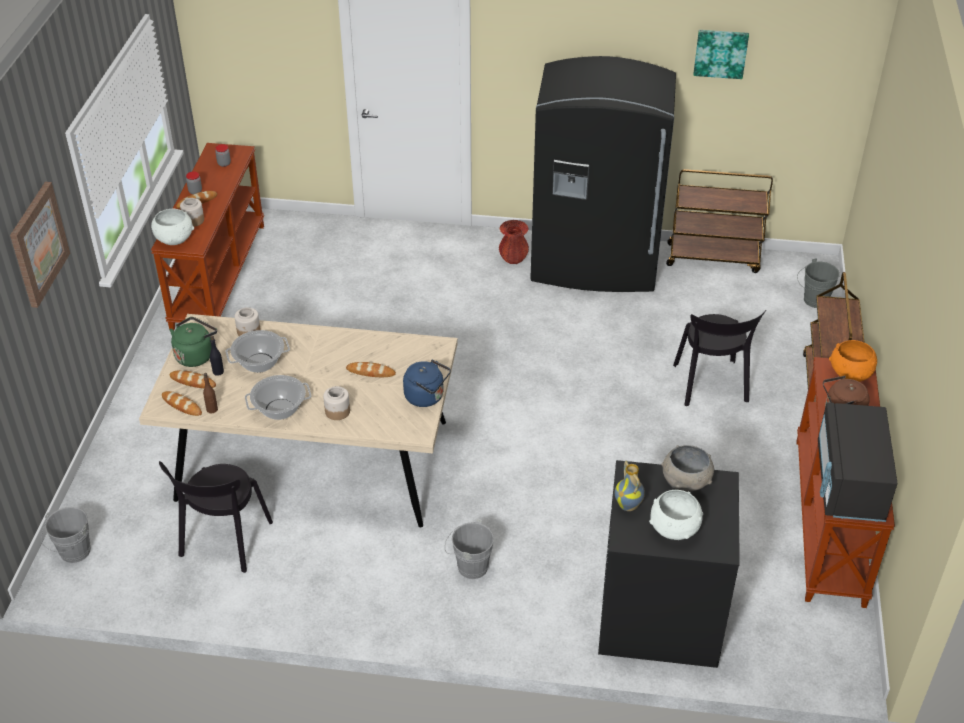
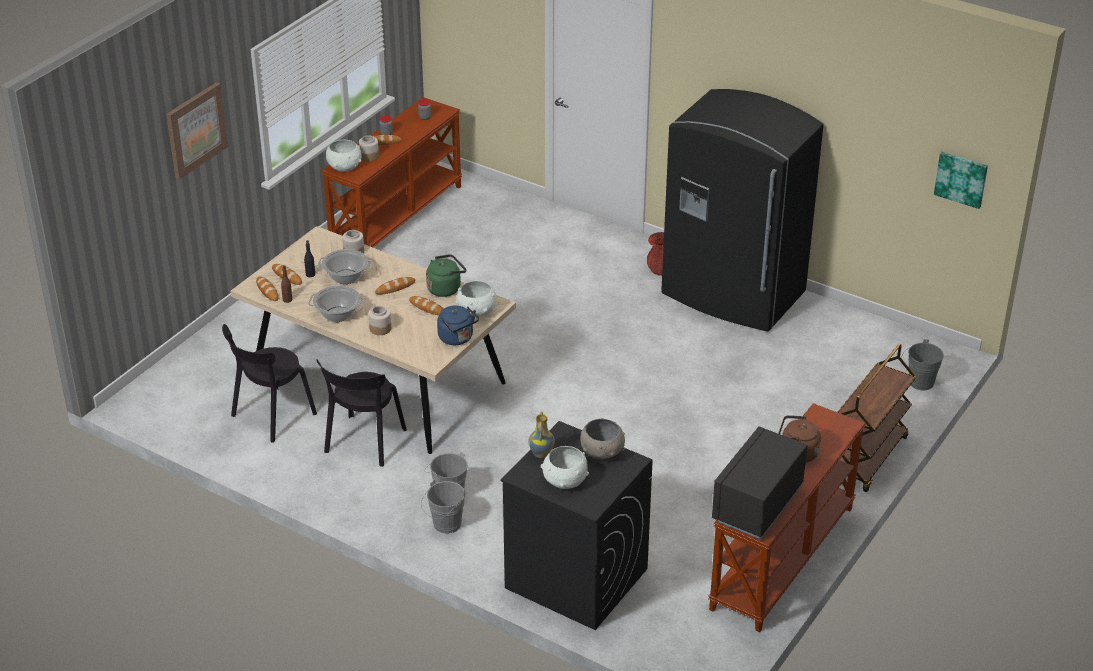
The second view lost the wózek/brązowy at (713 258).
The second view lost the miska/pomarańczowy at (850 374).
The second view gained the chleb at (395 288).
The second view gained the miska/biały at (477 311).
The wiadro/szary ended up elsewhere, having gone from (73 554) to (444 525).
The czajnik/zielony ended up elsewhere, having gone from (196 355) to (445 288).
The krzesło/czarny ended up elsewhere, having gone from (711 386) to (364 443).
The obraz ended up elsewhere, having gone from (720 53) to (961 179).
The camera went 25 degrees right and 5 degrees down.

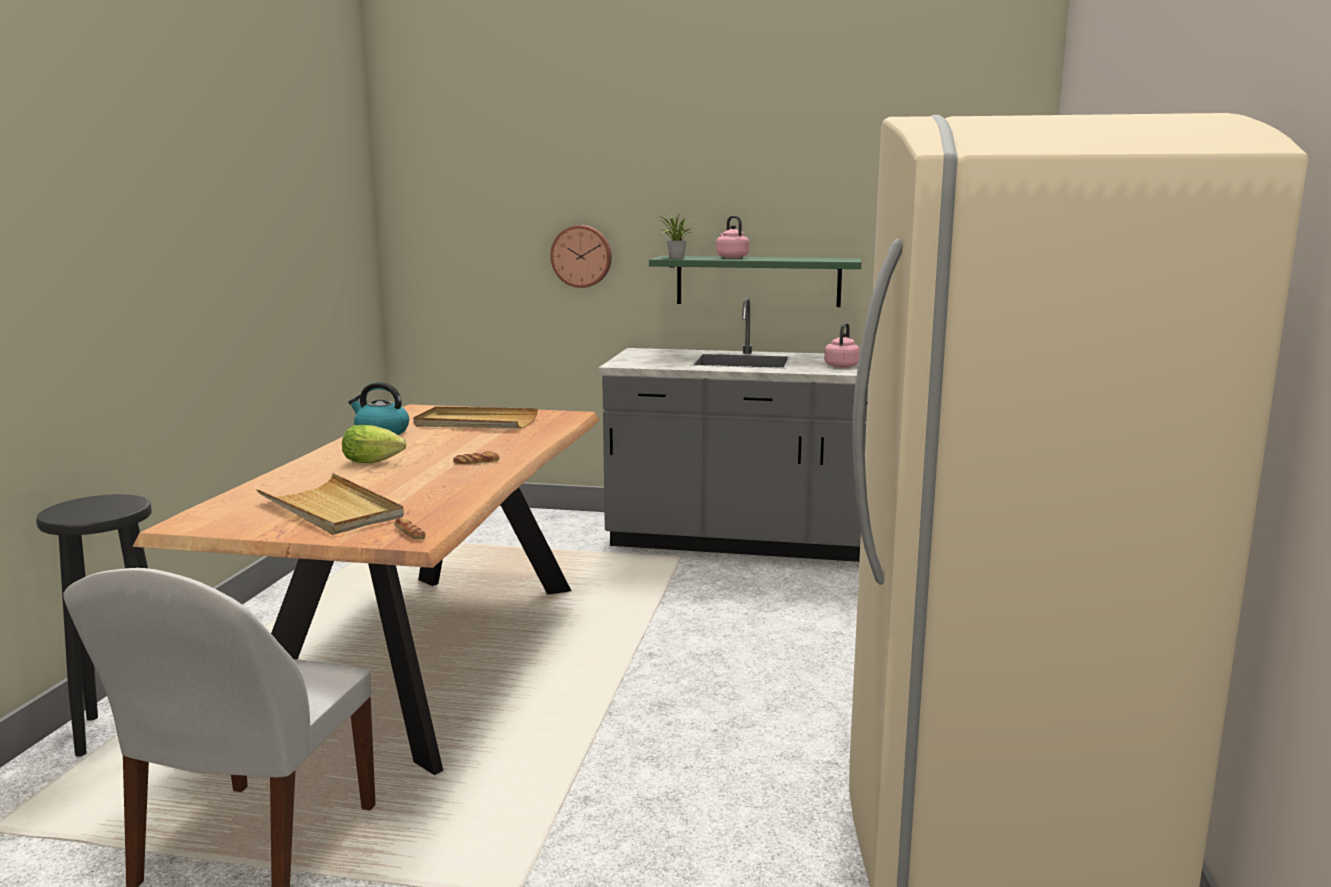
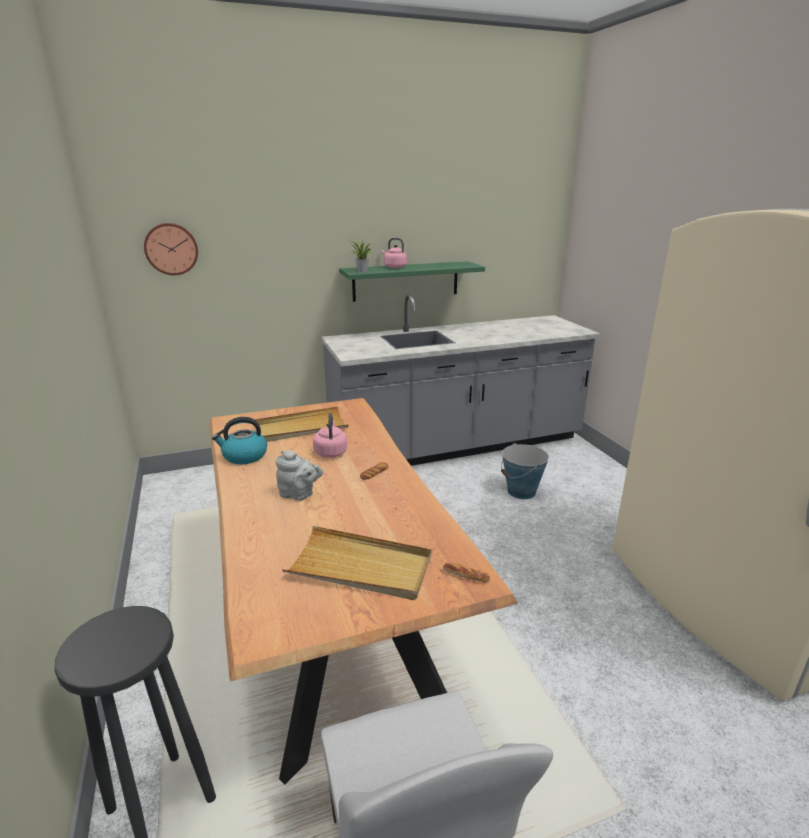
The second view gained the wiadro at (521 491).
The zegar ścienny ended up elsewhere, having gone from (582 256) to (171 249).
The czajnik/różowy ended up elsewhere, having gone from (842 366) to (331 452).
Where the sałata stood at (376 462), the imbryk/szary came to stand at (299 495).
The camera went 30 degrees left and 10 degrees up.

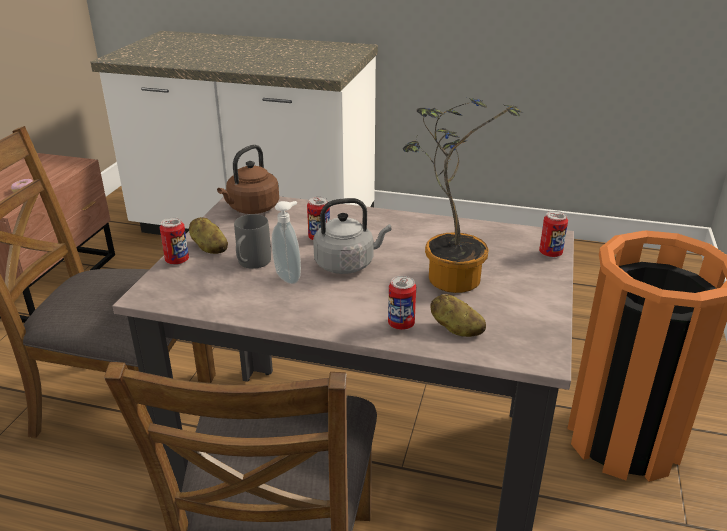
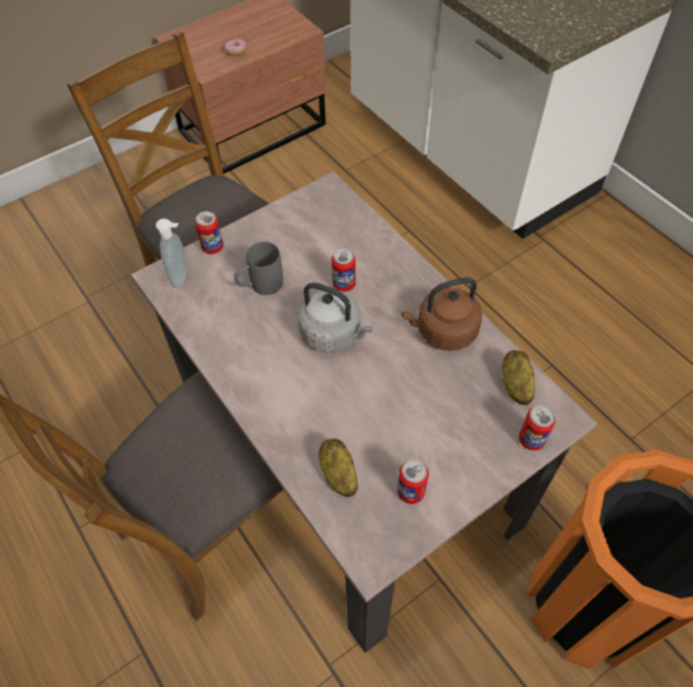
The second view lost the roślina doniczkowa at (448 275).
The ziemniak ended up elsewhere, having gone from (209 248) to (515 385).
The czajnik/brązowy ended up elsewhere, having gone from (251 209) to (443 332).
The dozownik mydła ended up elsewhere, having gone from (289 277) to (182 276).
The puszka ended up elsewhere, having gone from (401 324) to (411 492).
The camera went 40 degrees right and 25 degrees up.

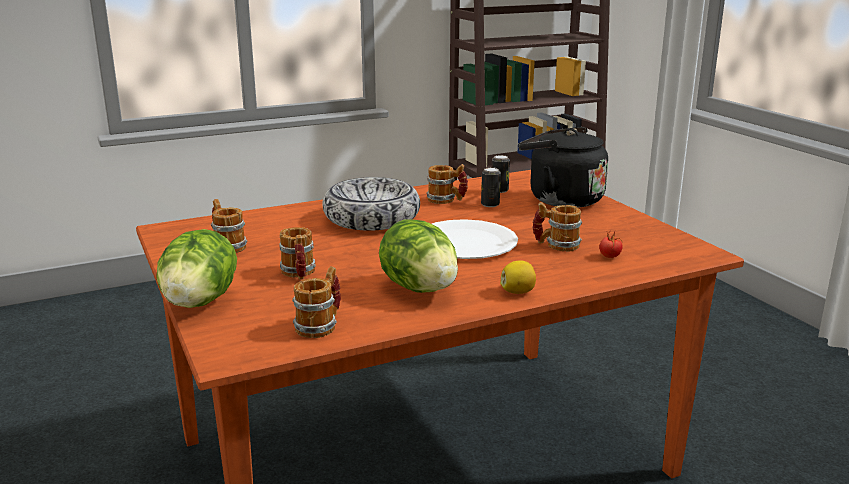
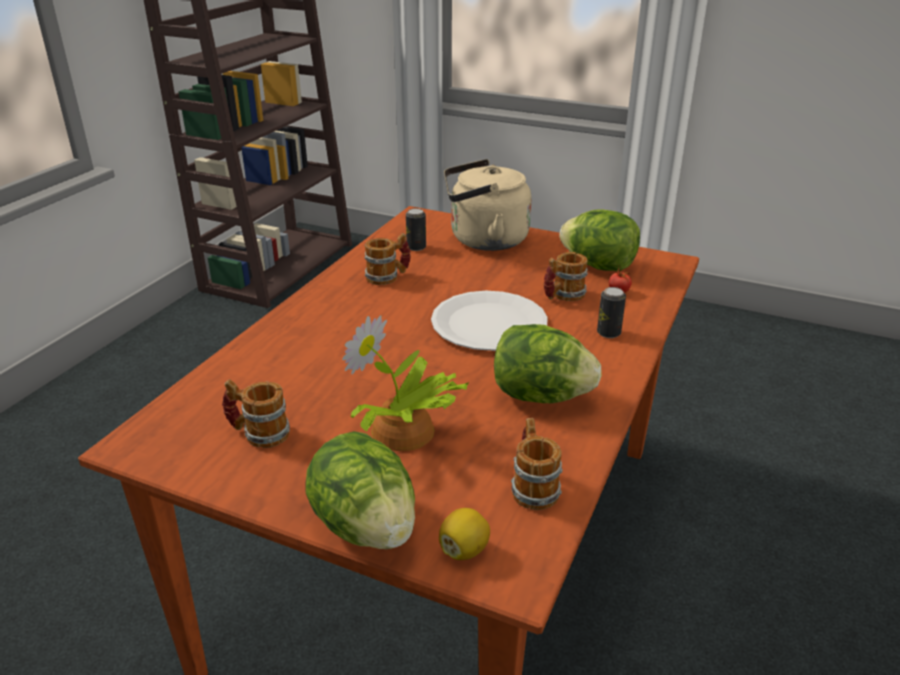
The second view lost the miska at (372 218).
The second view gained the sałata at (598 266).
The puszka ended up elsewhere, having gone from (490 204) to (608 333).
The cytryna ended up elsewhere, having gone from (518 292) to (464 549).
Where the kubek stood at (299 274), the roślina doniczkowa came to stand at (403 433).
What was the czajnik/czarny at (560 199) turned into the czajnik/beżowy at (484 240).
The camera went 40 degrees left and 10 degrees up.

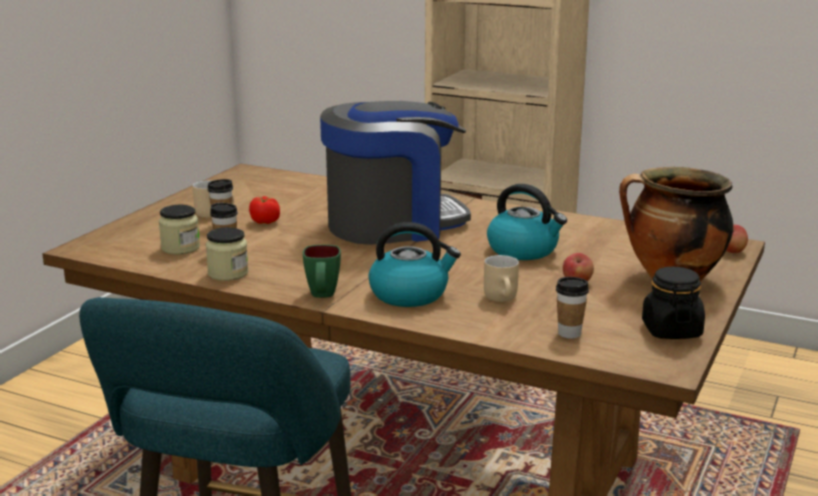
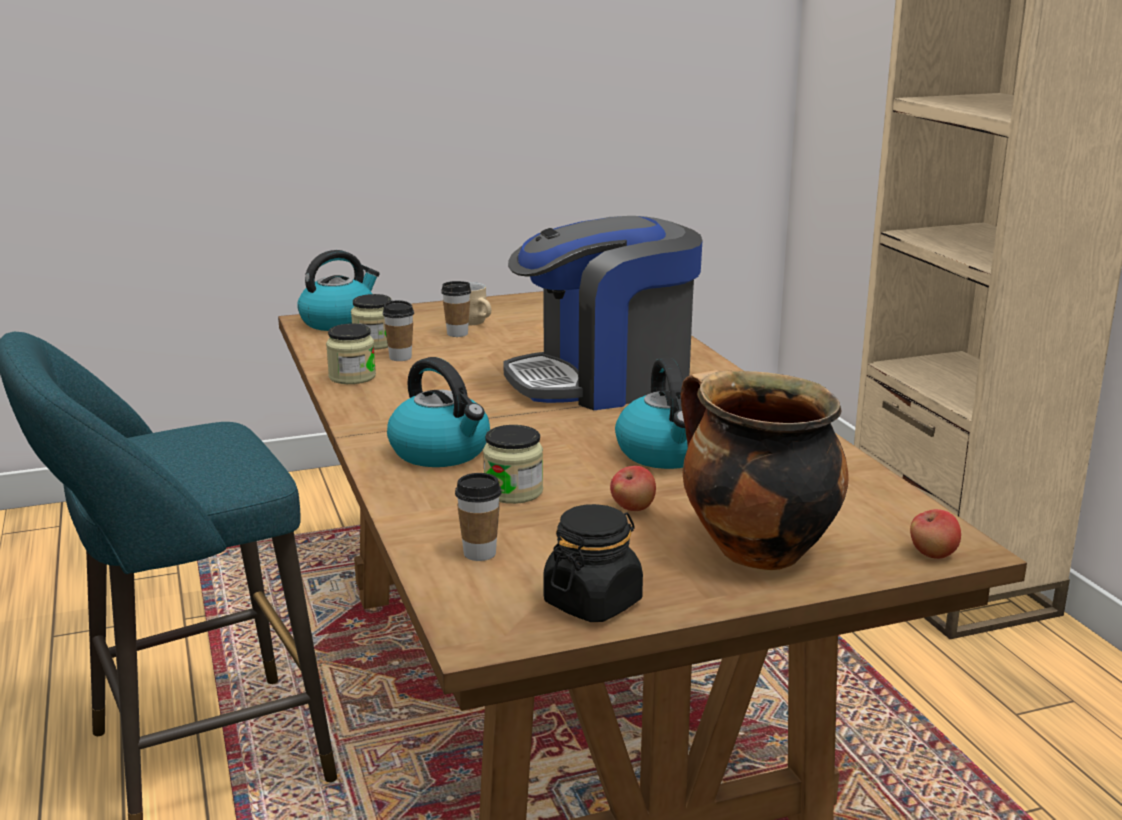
The second view lost the pomidor at (265 222).
The second view lost the kubek/zielony at (322 296).
The second view gained the czajnik at (339 321).
Where the kubek/beżowy stood at (504 298), the słoik came to stand at (513 492).
The ekspres do kawy at (393 224) ended up facing another way, 135 degrees clockwise from before.
The camera went 45 degrees right and 0 degrees up.

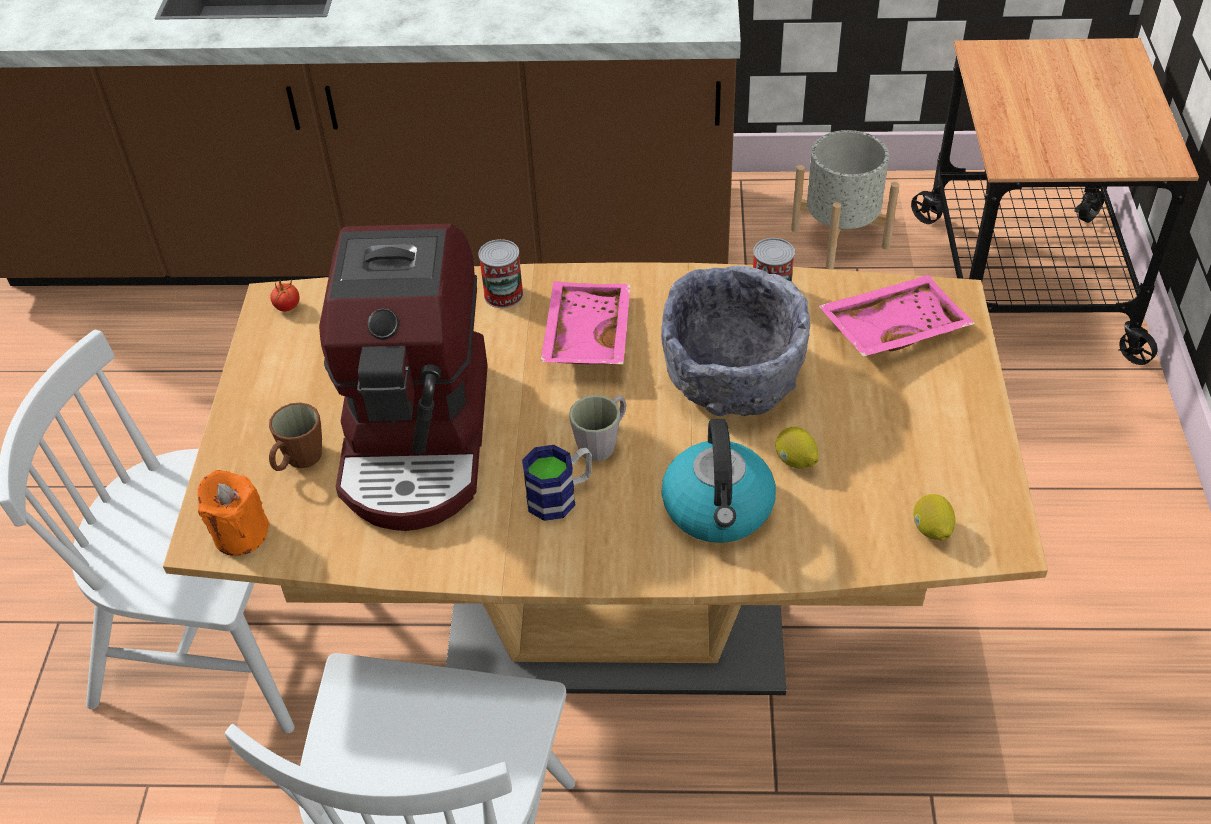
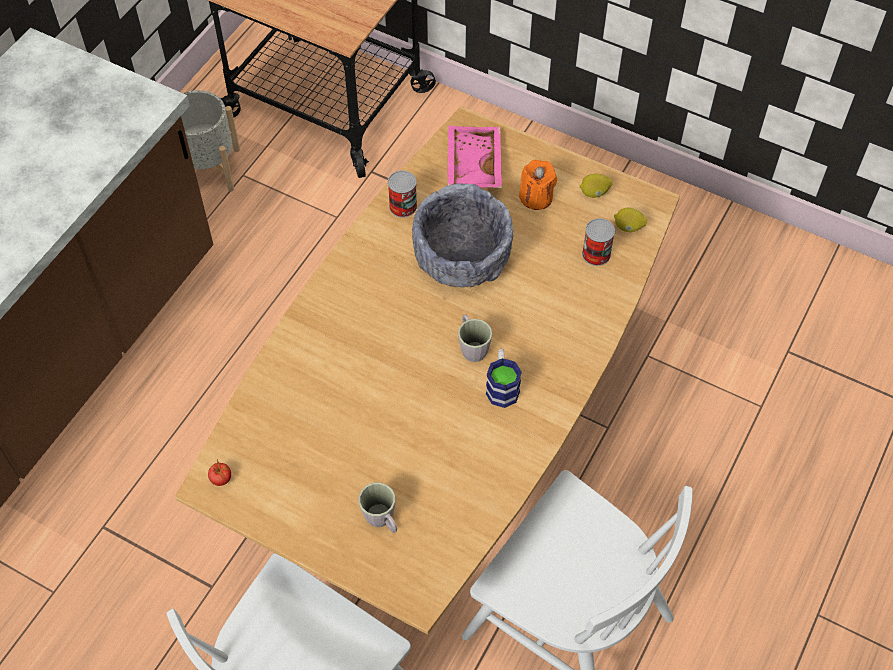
The second view lost the ekspres do kawy at (419 438).
The second view lost the taca/różowy at (585 336).
The second view lost the czajnik at (718 509).
The świeca/pomarańczowy ended up elsewhere, having gone from (240 534) to (536 197).
The puszka ended up elsewhere, having gone from (503 294) to (596 254).
The cytryna ended up elsewhere, having gone from (795 461) to (594 193).
What was the kubek/brązowy at (298 461) turned into the kubek/szary at (382 520).
The camera went 65 degrees left and 10 degrees up.

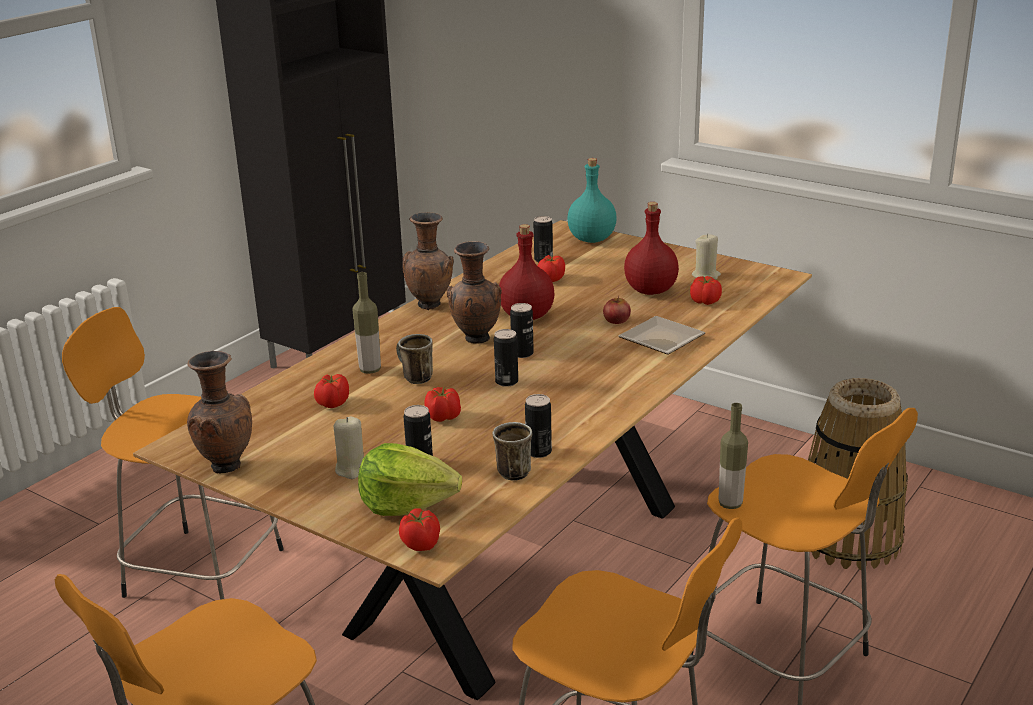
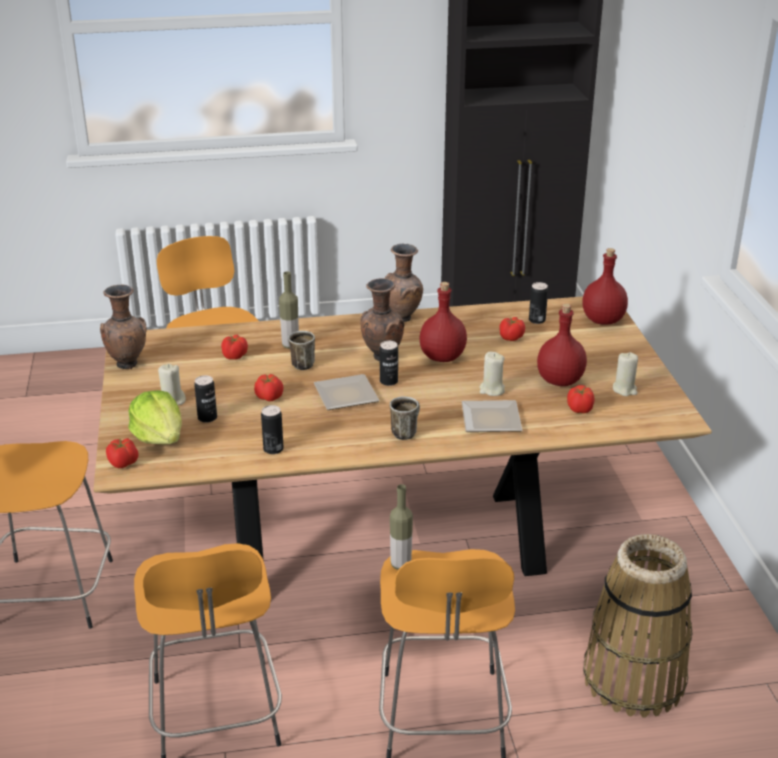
The kubek ended up elsewhere, having gone from (511 470) to (405 432).
Where the puszka stood at (506 381), the talerz came to stand at (343 395).
Where the jabłko stood at (616 320), the świeca/beżowy came to stand at (492 390).
What was the butelka/turkusowy at (592 239) turned into the butelka/czerwony at (602 320).
The camera went 45 degrees right and 5 degrees up.

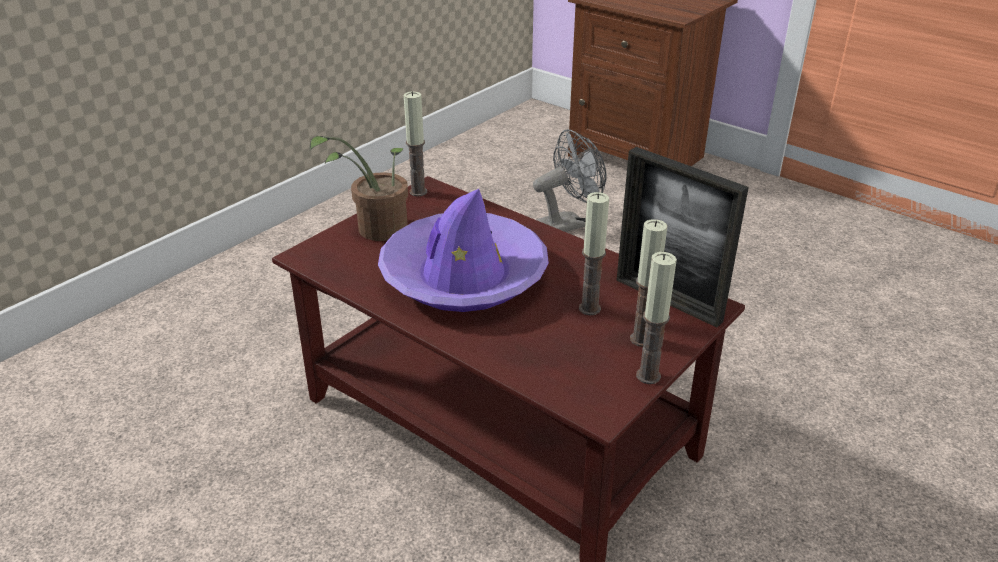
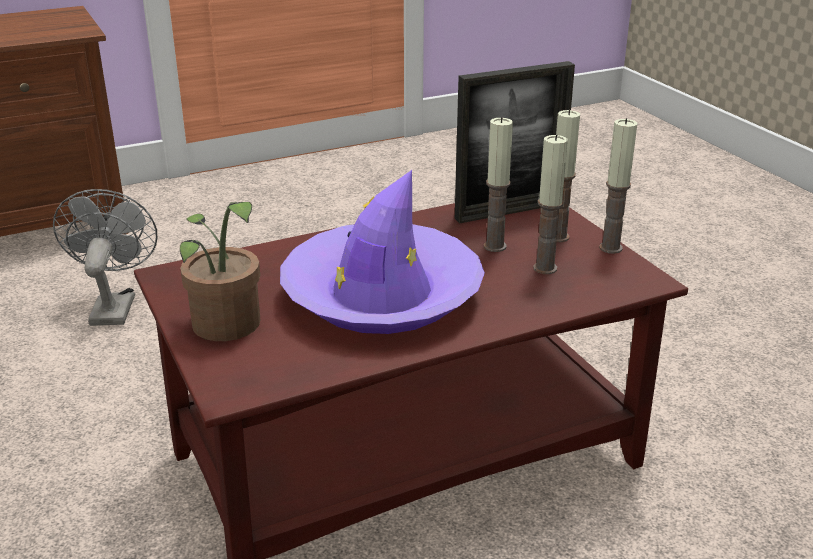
The świeca ended up elsewhere, having gone from (418 192) to (545 268).
The camera went 65 degrees left and 5 degrees down.

